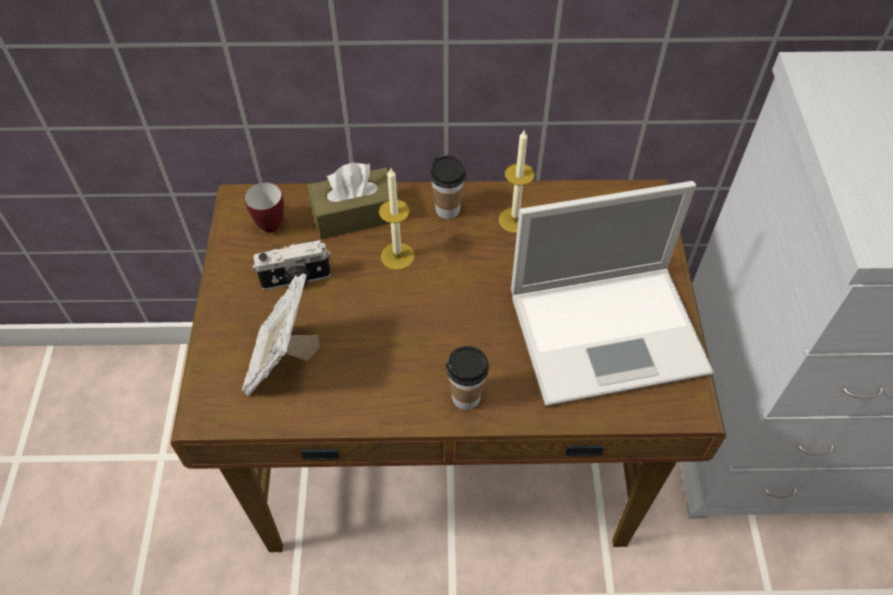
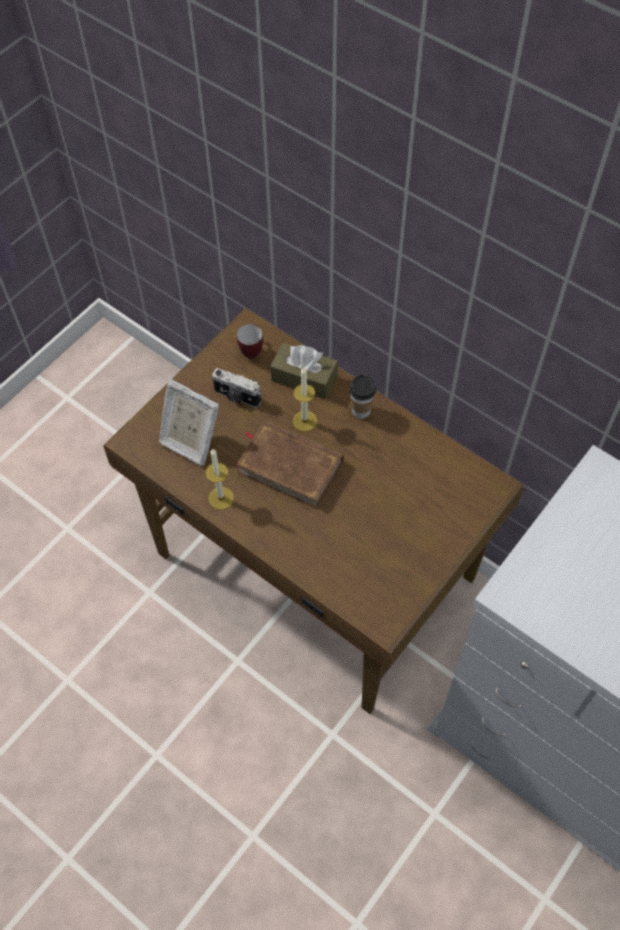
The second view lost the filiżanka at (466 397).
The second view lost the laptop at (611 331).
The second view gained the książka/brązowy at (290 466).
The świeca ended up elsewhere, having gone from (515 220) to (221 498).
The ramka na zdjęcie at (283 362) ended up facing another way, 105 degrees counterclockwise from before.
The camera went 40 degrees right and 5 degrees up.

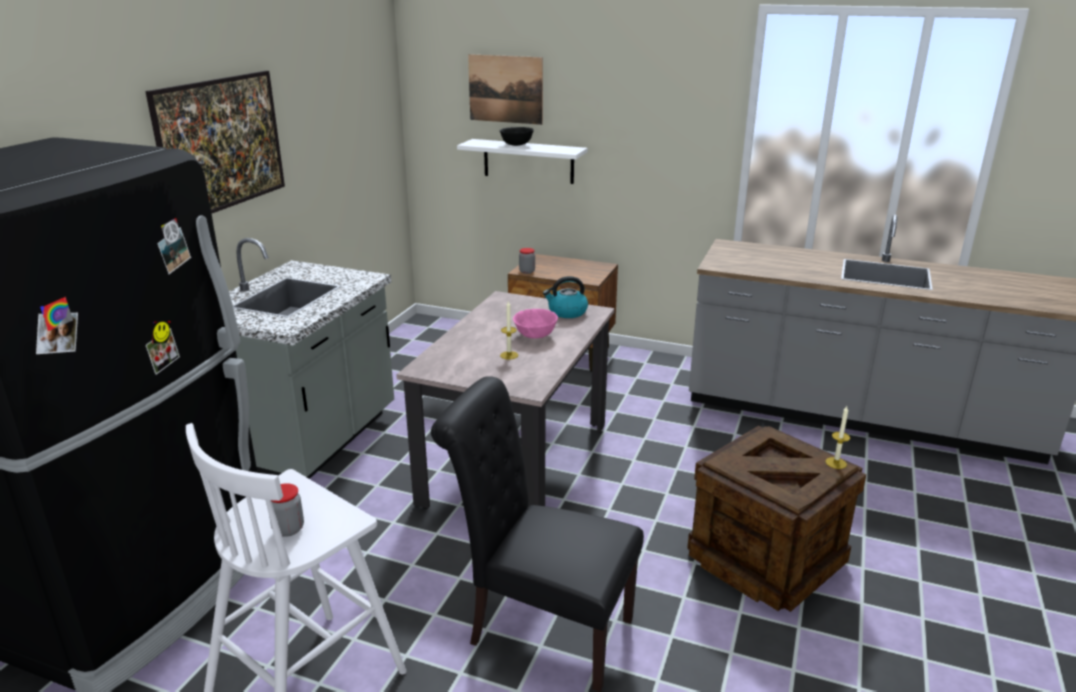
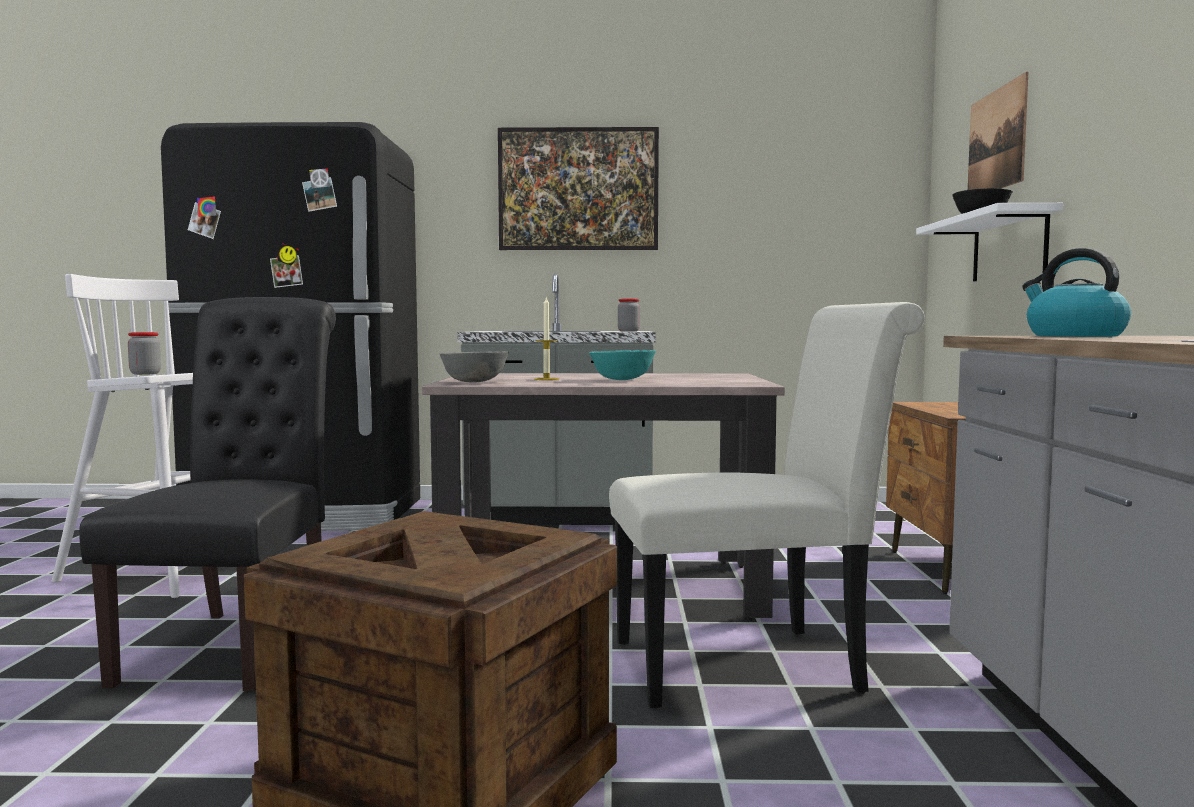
The second view lost the świeca at (836 463).
The second view gained the miska/szary at (473 382).
The second view gained the krzesło/biały at (752 665).
The słoik ended up elsewhere, having gone from (527 271) to (628 331).
The czajnik ended up elsewhere, having gone from (567 312) to (1073 336).
What was the miska/różowy at (535 335) turned into the miska/turkusowy at (621 380).
The camera went 70 degrees right and 20 degrees down.

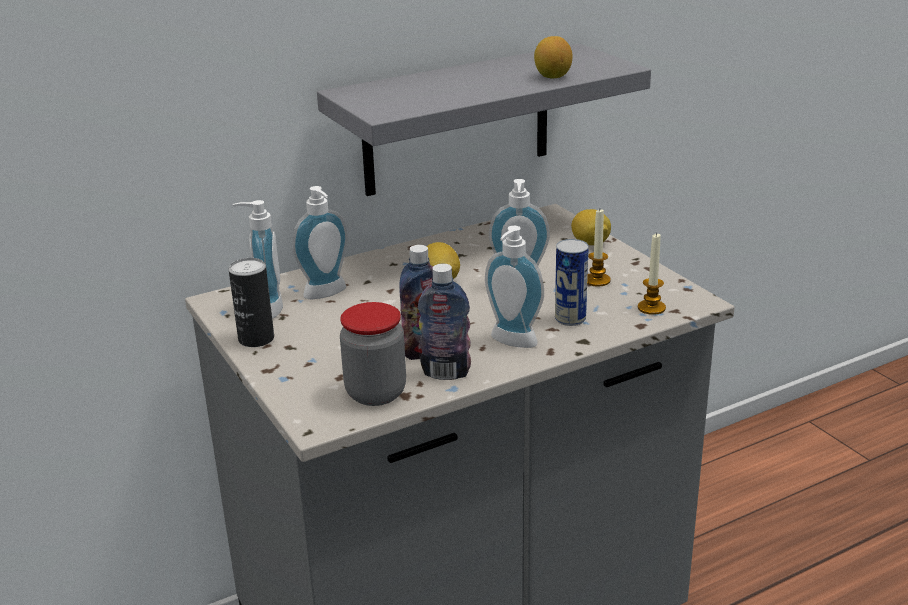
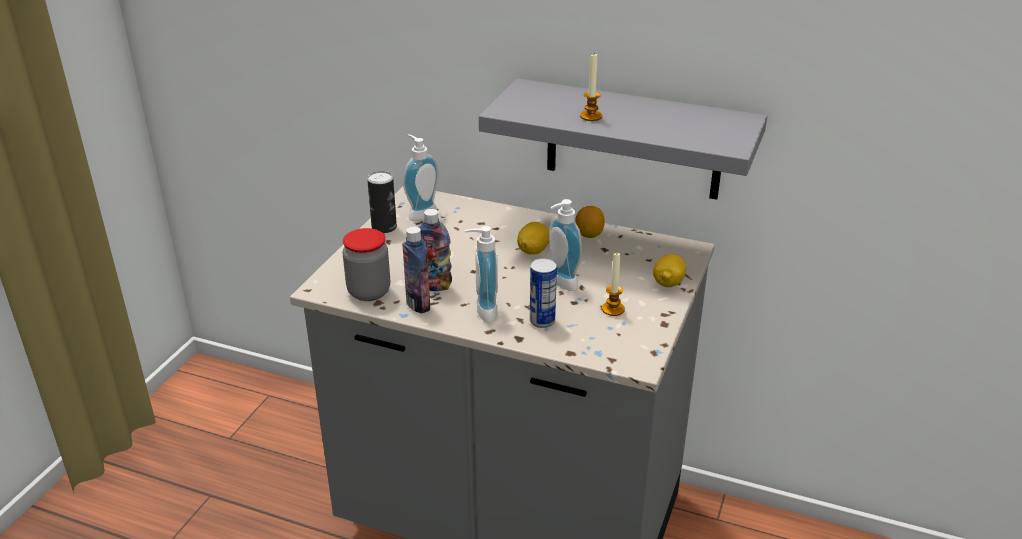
The second view lost the dozownik mydła at (327 294).
The cytryna ended up elsewhere, having gone from (552 76) to (589 234).
The świeca ended up elsewhere, having gone from (651 308) to (591 116).
The camera went 50 degrees right and 5 degrees up.

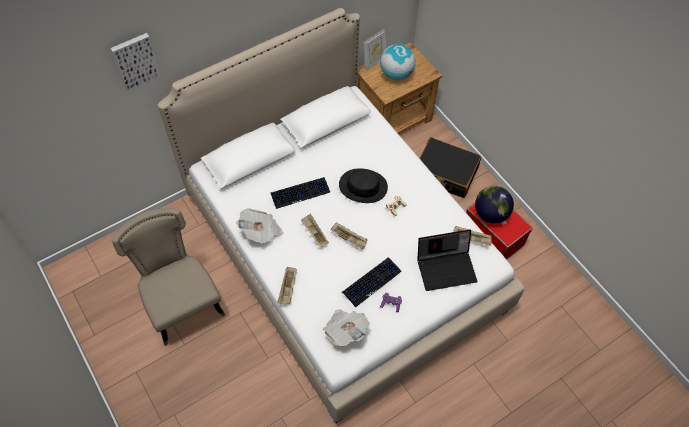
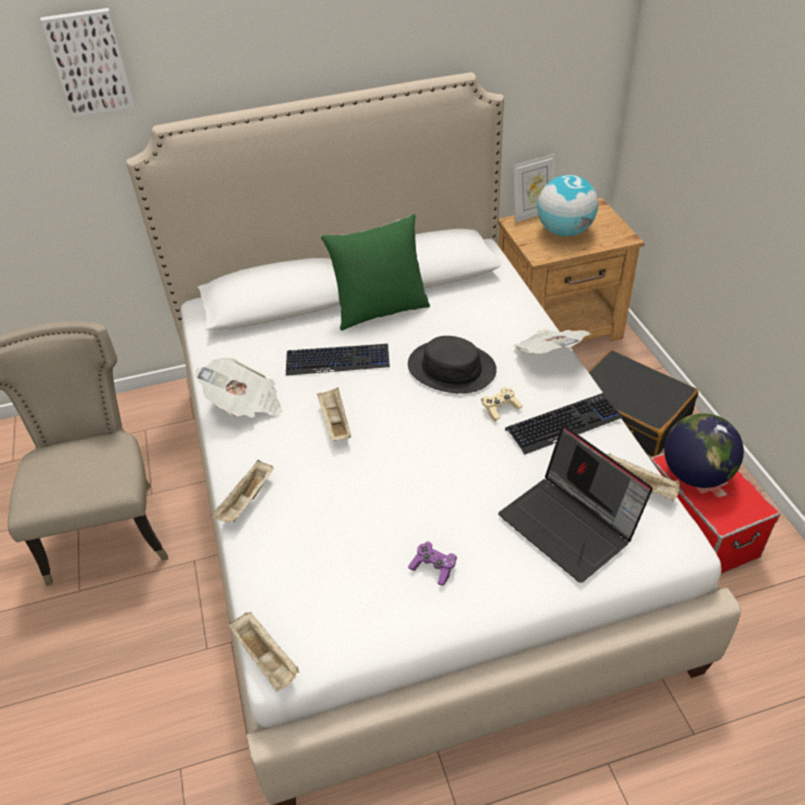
The second view gained the poduszka/zielony at (380 309).
The gazeta ended up elsewhere, having gone from (345 330) to (549 355).
The taca/beżowy ended up elsewhere, having gone from (349 239) to (267 659).
The klawiatura ended up elsewhere, having gone from (371 282) to (563 424).
The laptop at (446 267) ended up facing another way, 45 degrees clockwise from before.
The camera went 20 degrees right and 15 degrees down.

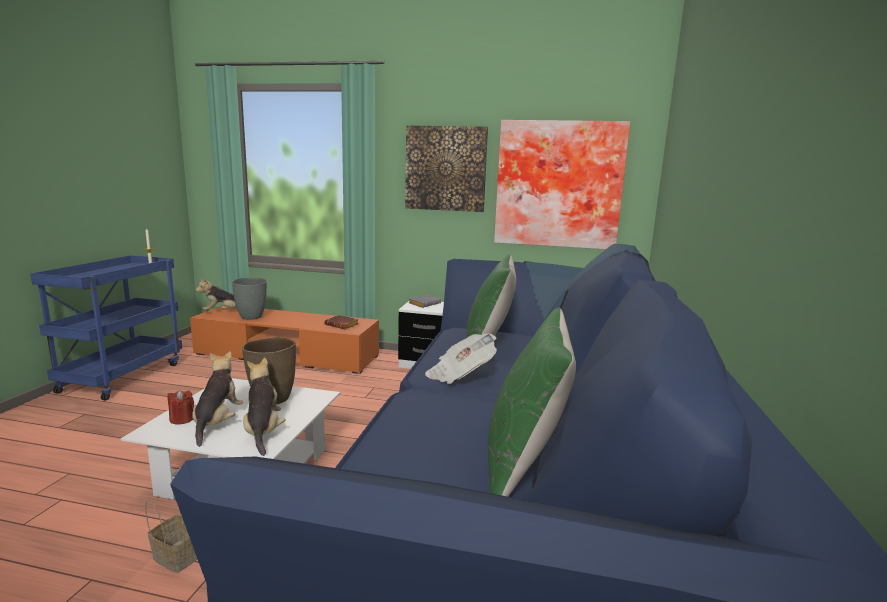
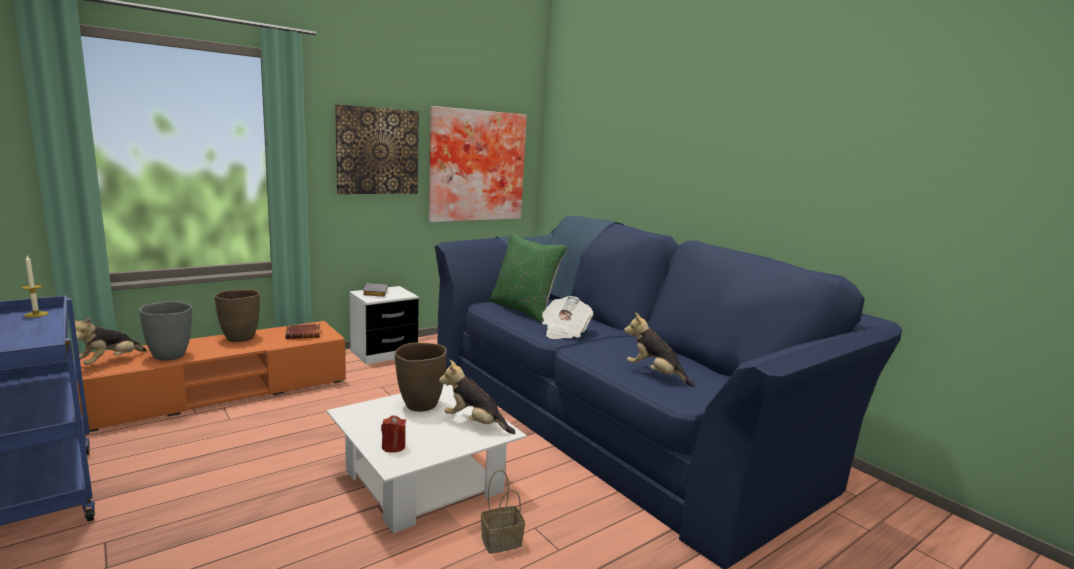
The second view lost the poduszka/zielony at (524 463).
The second view gained the wazon/brązowy at (239 338).
The pluszak ended up elsewhere, having gone from (217 423) to (655 374).
The camera went 50 degrees left and 0 degrees up.

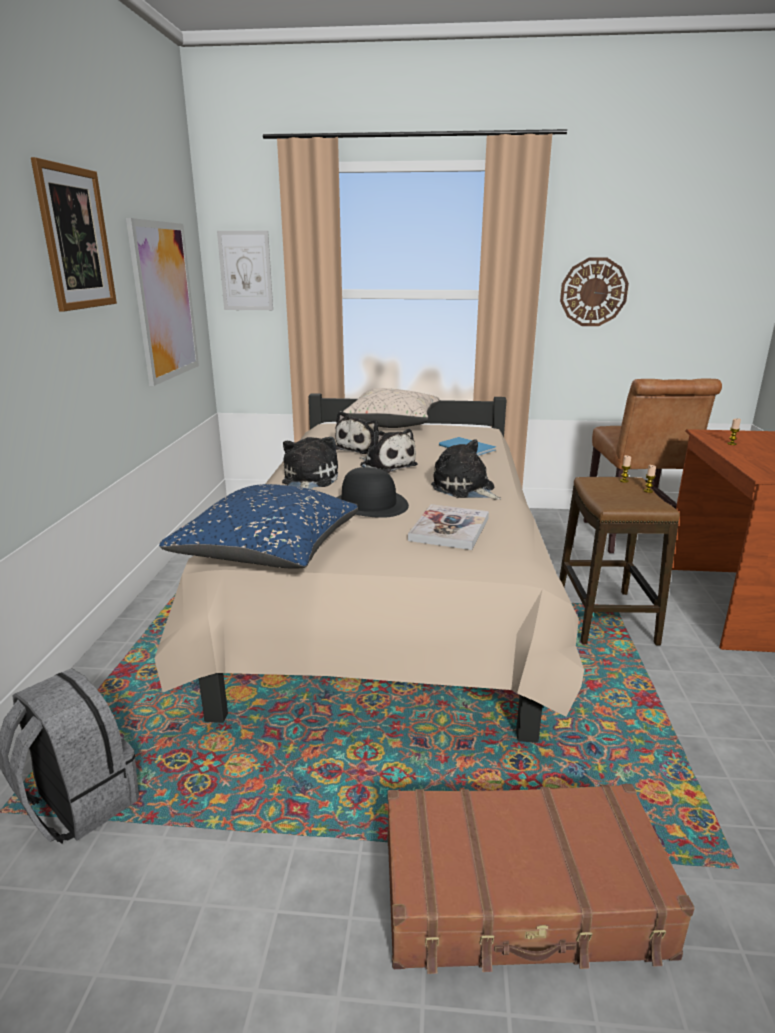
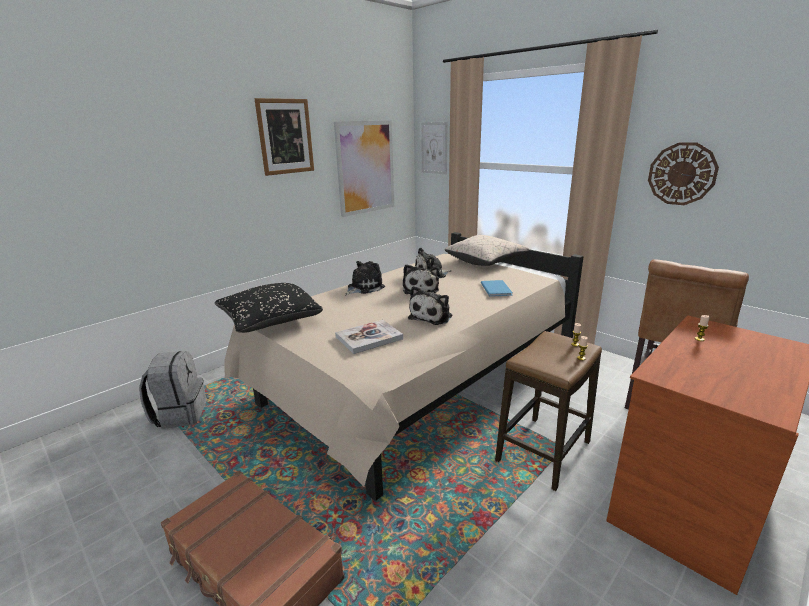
The second view lost the kapelusz/czarny at (369 504).
What was the poduszka/niebieski at (267 553) turned into the poduszka/czarny at (270 321).
The pluszak at (465 489) ended up facing another way, 150 degrees counterclockwise from before.
The camera went 40 degrees right and 0 degrees up.

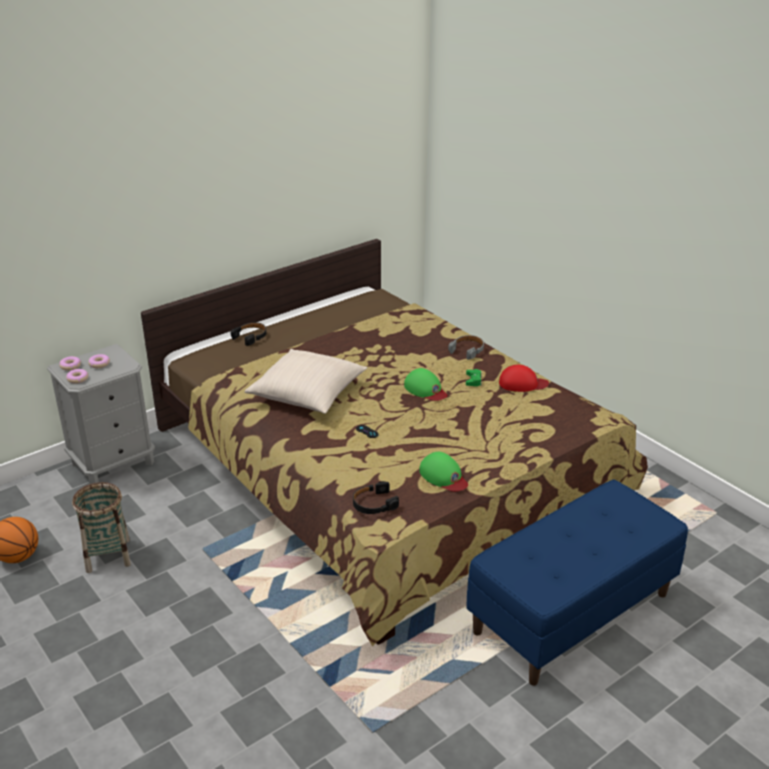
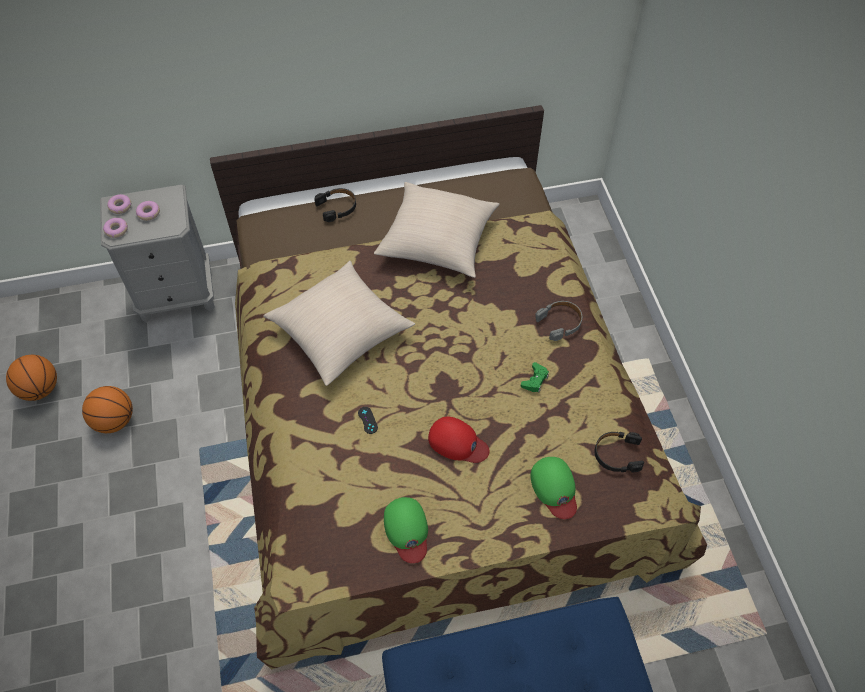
The second view gained the poduszka/beżowy at (437 240).
The słuchawki/czarny ended up elsewhere, having gone from (374 504) to (617 454).
The czapka z daszkiem/zielony ended up elsewhere, having gone from (425 389) to (554 488).
The czapka z daszkiem/czerwony ended up elsewhere, having gone from (522 383) to (457 442).
Where the koszyk stood at (108 555), the piłka do koszykówki came to stand at (114 420).
The camera went 25 degrees right and 25 degrees up.

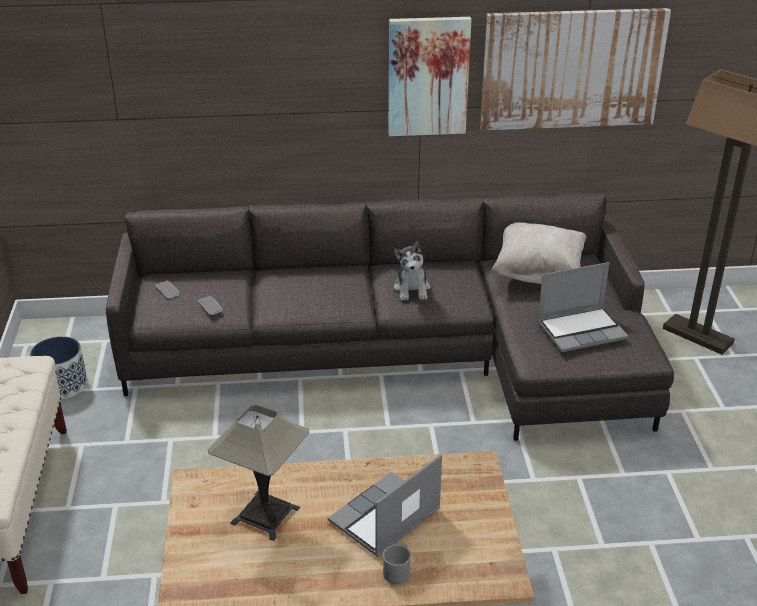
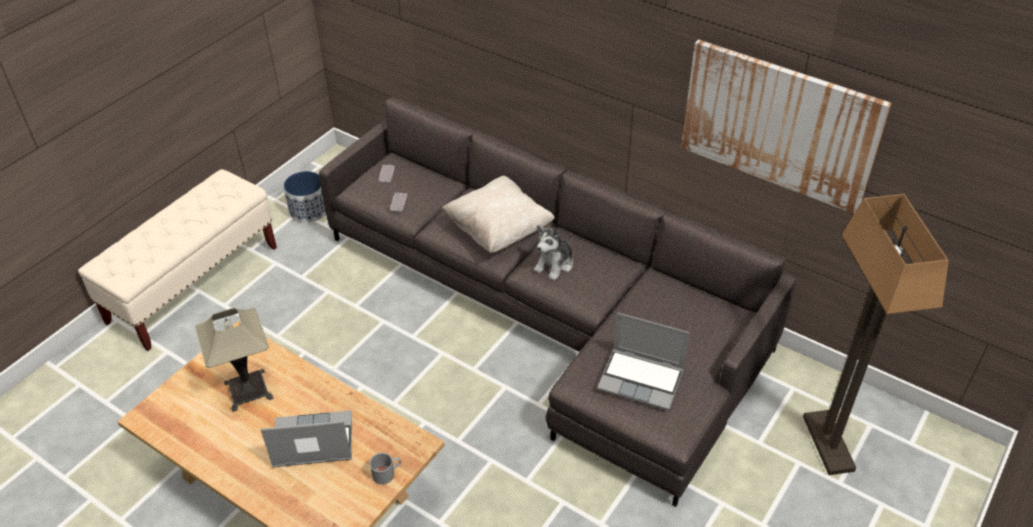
The second view lost the obraz at (428 76).
The kubek/szary ended up elsewhere, having gone from (398 570) to (387 473).
The poduszka/beżowy ended up elsewhere, having gone from (538 273) to (498 230).
The camera went 40 degrees right and 10 degrees up.

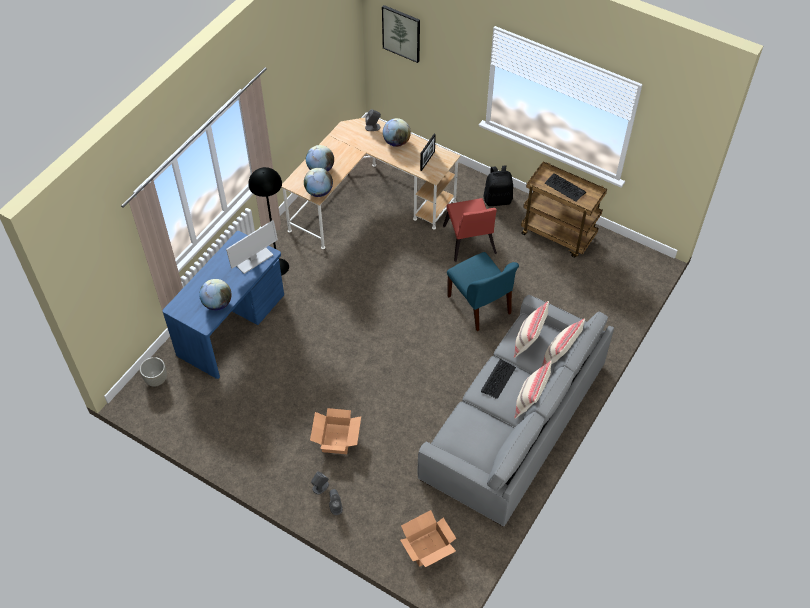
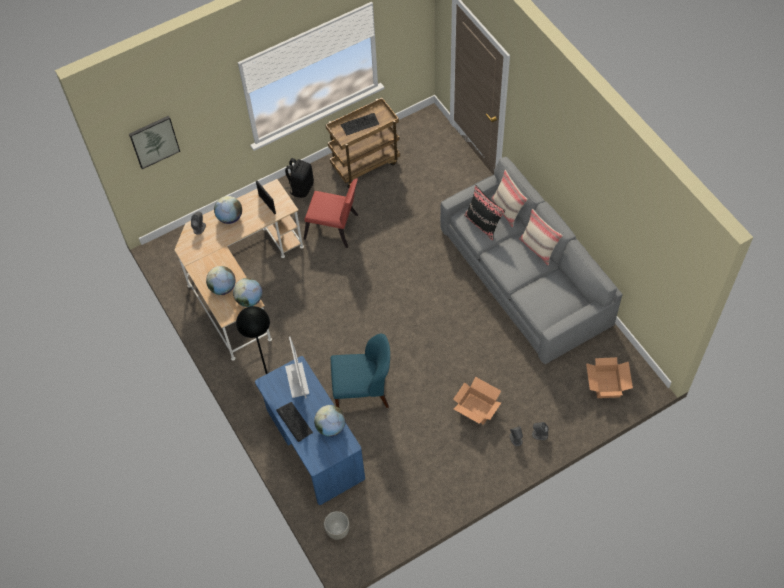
The krzesło/niebieski ended up elsewhere, having gone from (480 305) to (363 392).
The klawiatura ended up elsewhere, having gone from (498 379) to (294 422).
What was the poduszka/beżowy at (528 342) turned into the poduszka/czarny at (483 224).
The camera went 60 degrees left and 5 degrees up.

